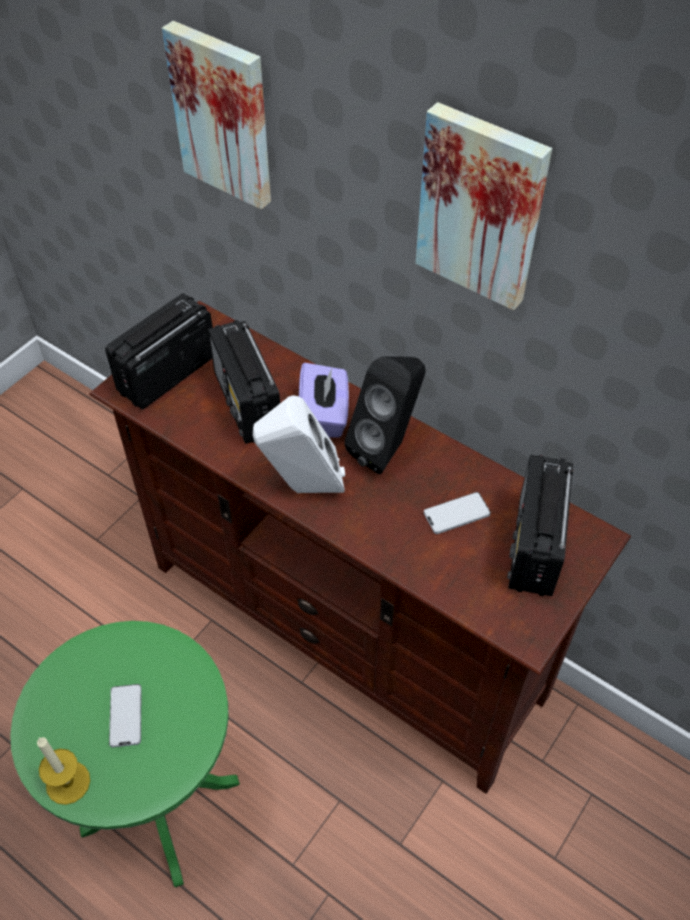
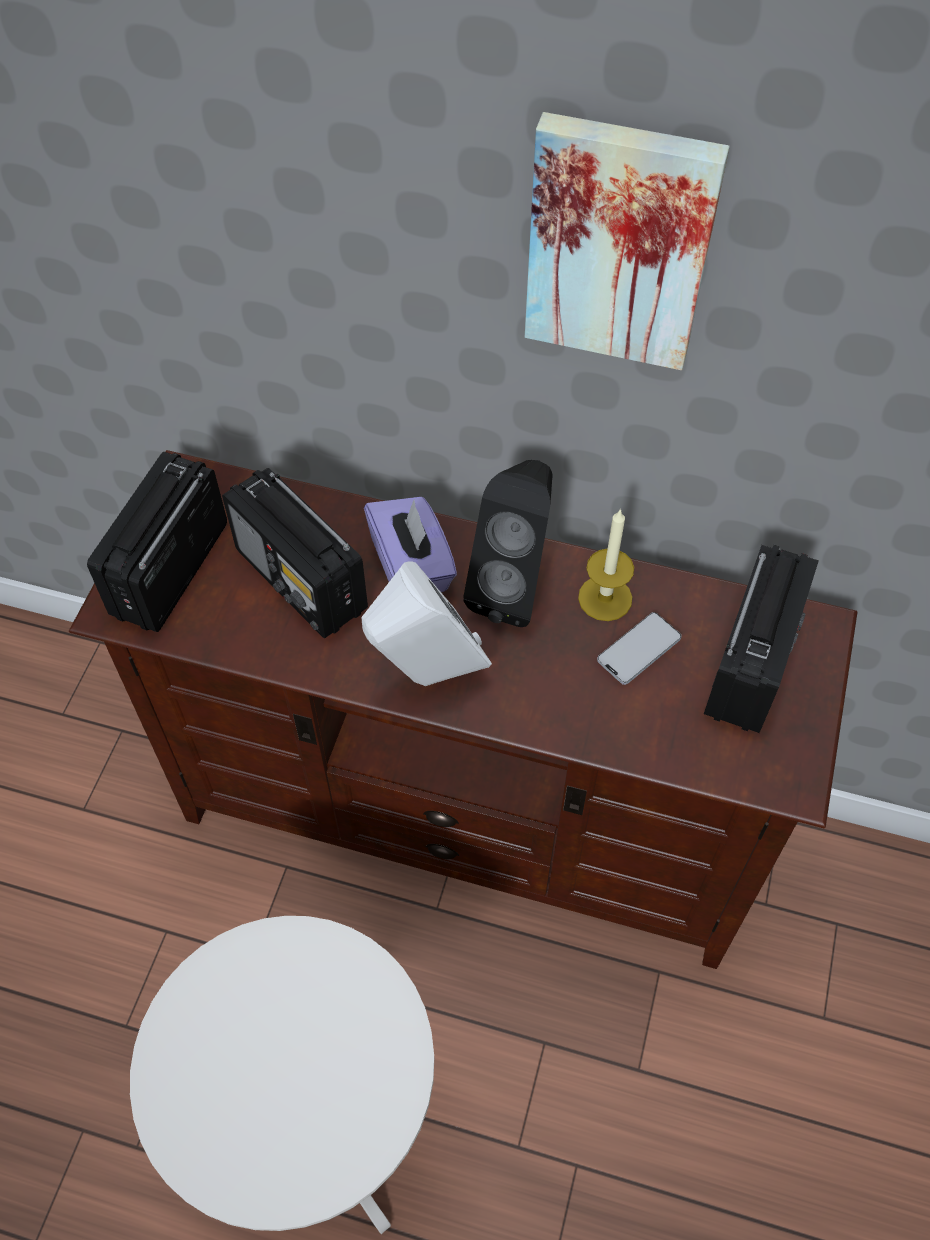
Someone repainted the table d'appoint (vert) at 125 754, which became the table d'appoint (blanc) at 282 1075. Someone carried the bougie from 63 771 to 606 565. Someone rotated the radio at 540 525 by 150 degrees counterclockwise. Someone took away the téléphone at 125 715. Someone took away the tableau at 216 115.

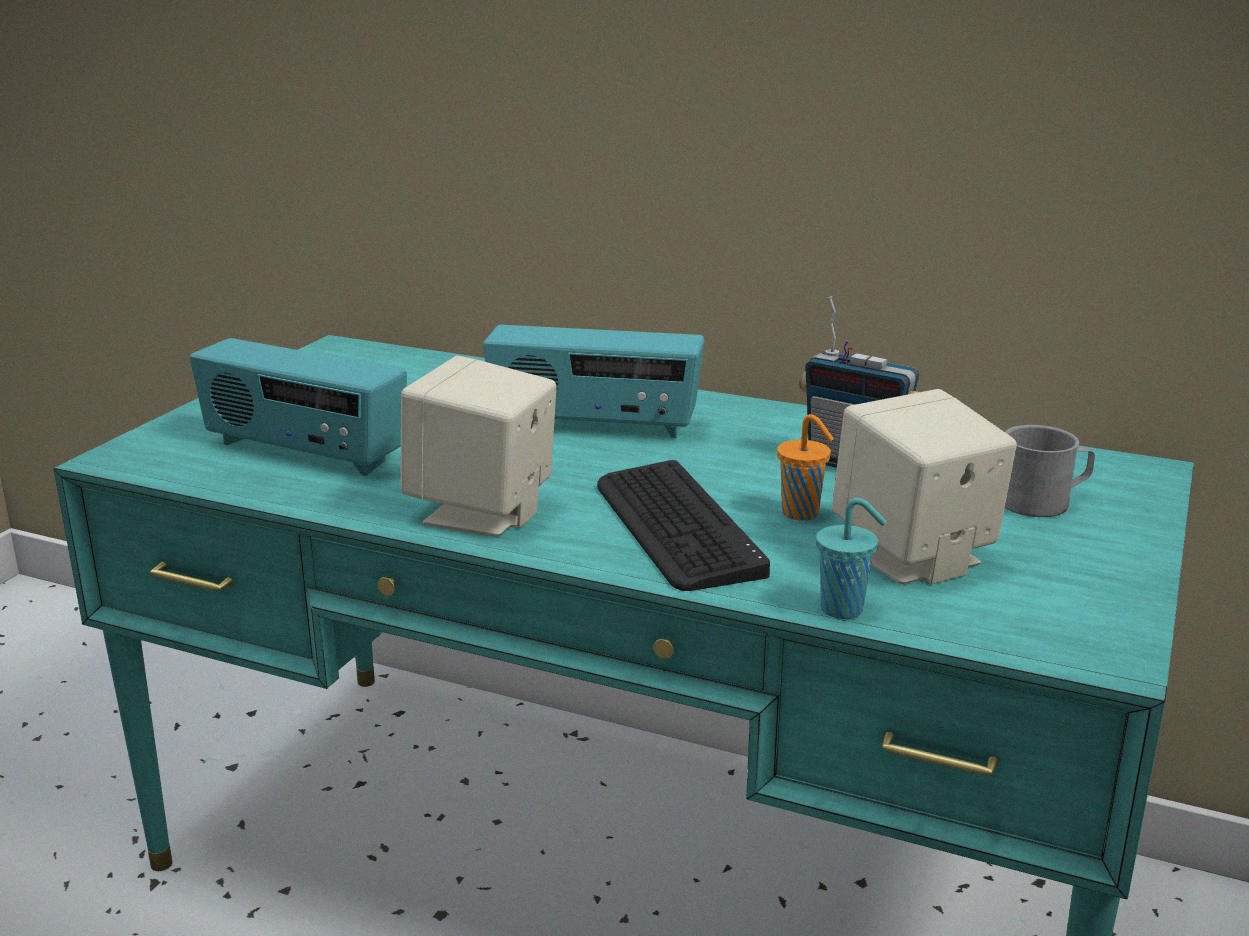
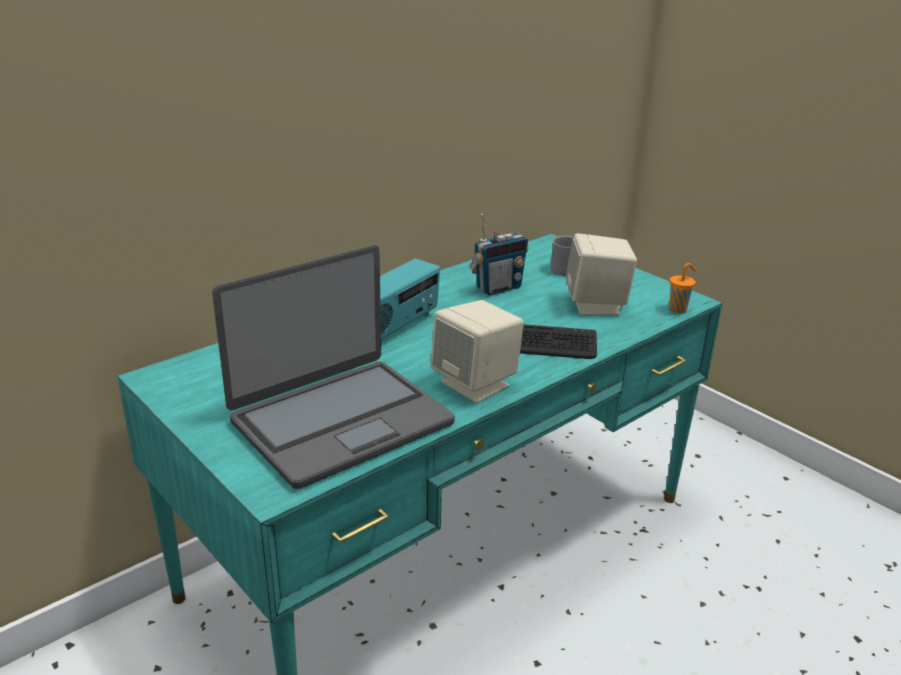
Someone swapped the radio at 298 407 for the ordinateur portable at 333 367. Someone carried the tasse (orange) from 805 467 to 682 288. Someone took away the tasse (turquoise) at 851 558.

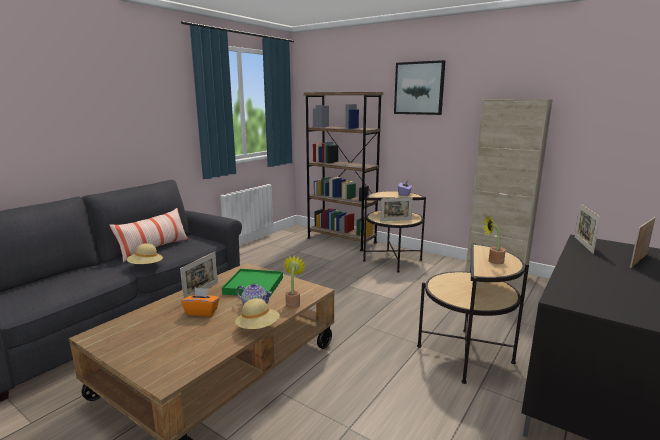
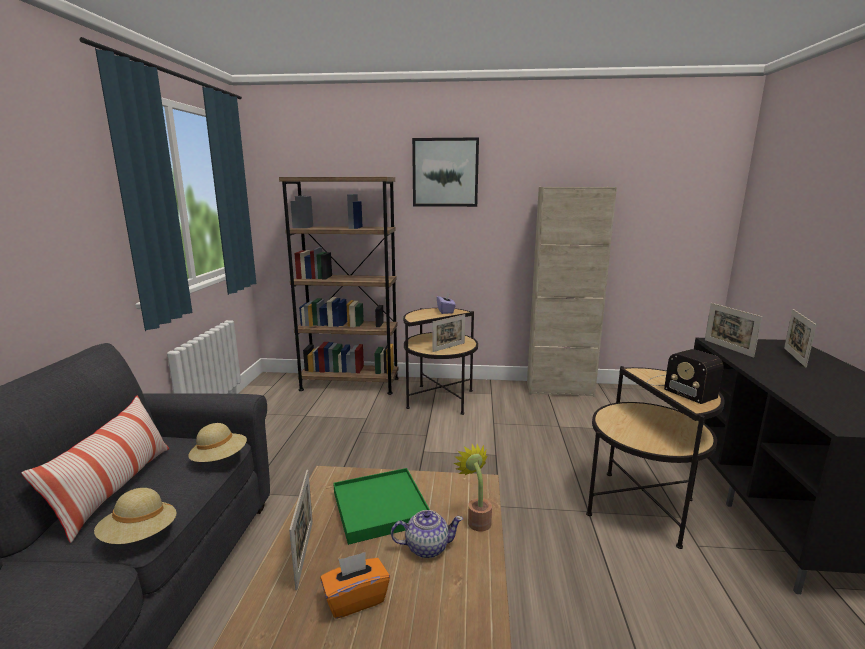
Someone carried the chapeau (beige) from 257 313 to 217 442. Someone swapped the plante en pot at 494 239 for the radio at 685 376.

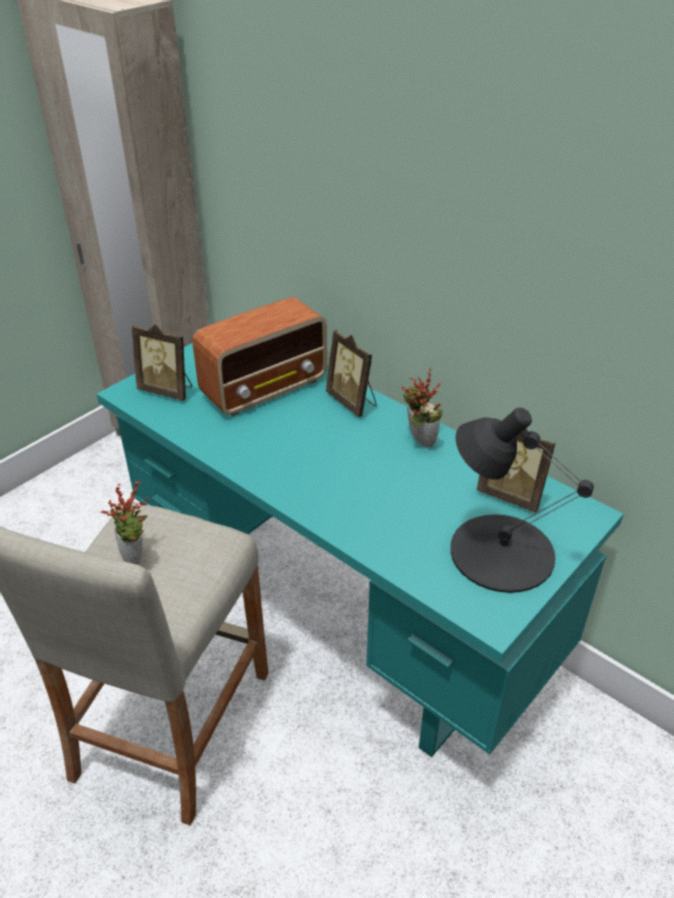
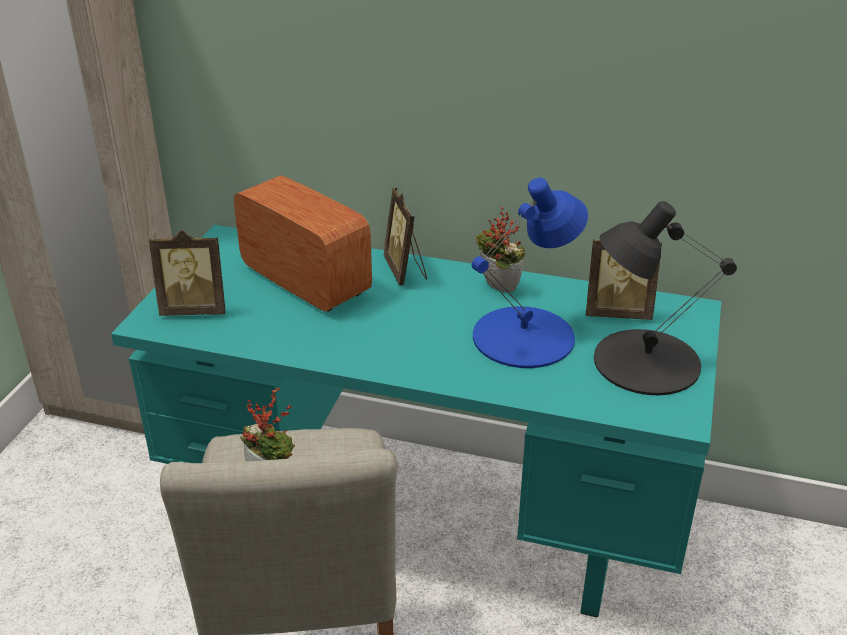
Someone rotated the radio at 260 356 by 75 degrees counterclockwise. Someone rotated the cadre photo at 351 373 by 45 degrees clockwise. Someone put down the lampe de table (bleu) at 530 273.

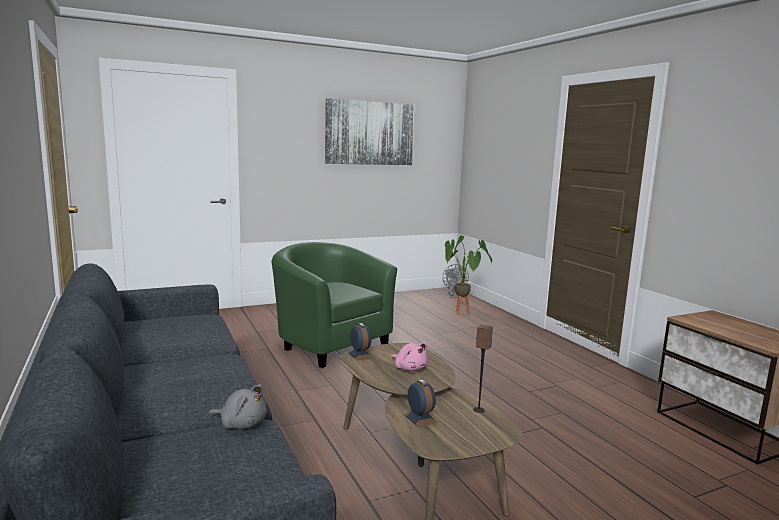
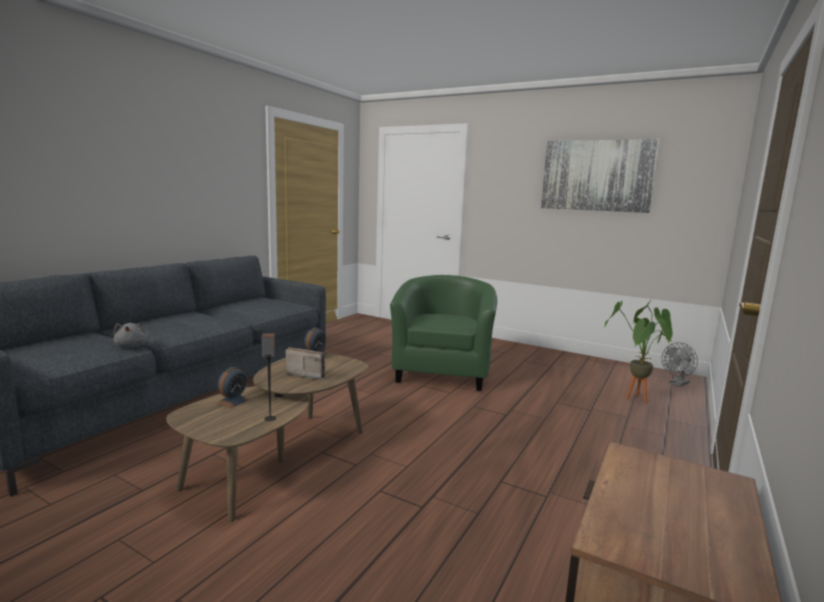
Someone swapped the peluche (rose) at 409 356 for the radio at 305 363.

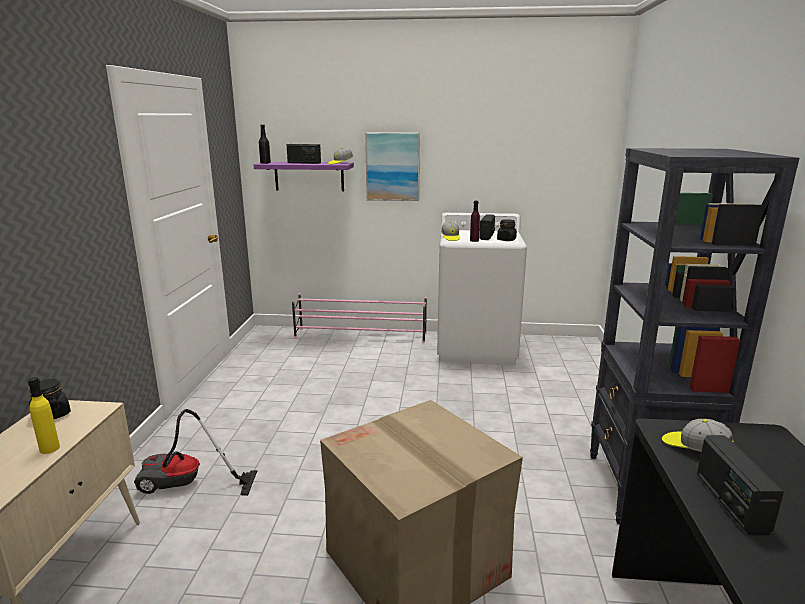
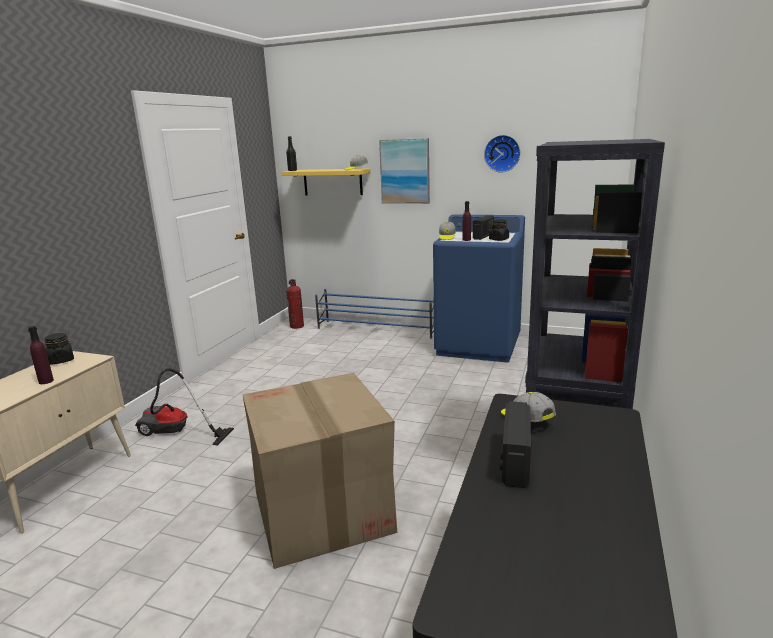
Someone repainted the bouteille (jaune) at 44 415, which became the bouteille (violet) at 41 355. Someone repainted the étagère (violet) at 304 176, which became the étagère (jaune) at 326 181. Someone put down the extincteur at 295 304. Someone repainted the étagère à chaussures (rose) at 359 318, which became the étagère à chaussures (bleu) at 374 314. Someone repainted the lave-linge (blanc) at 482 289, which became the lave-linge (bleu) at 479 288. Someone put up the horloge murale at 502 154. Someone took away the radio at 303 154.

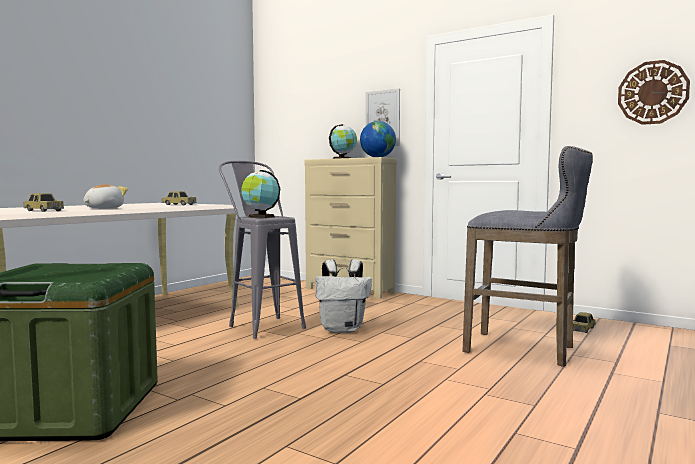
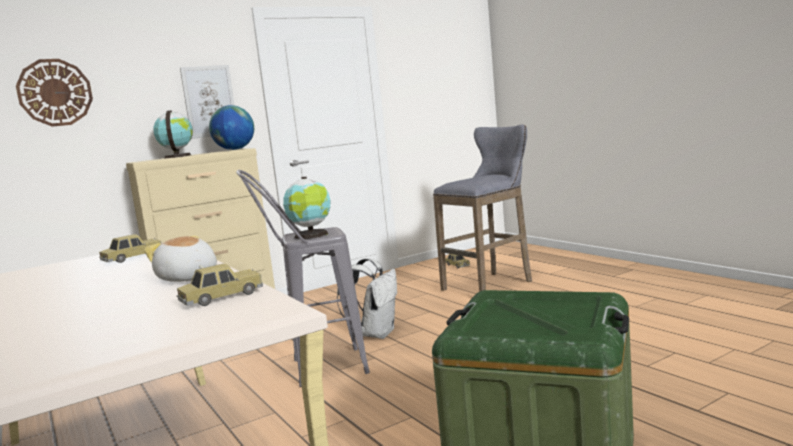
Someone carried the horloge murale from 654 92 to 54 93.

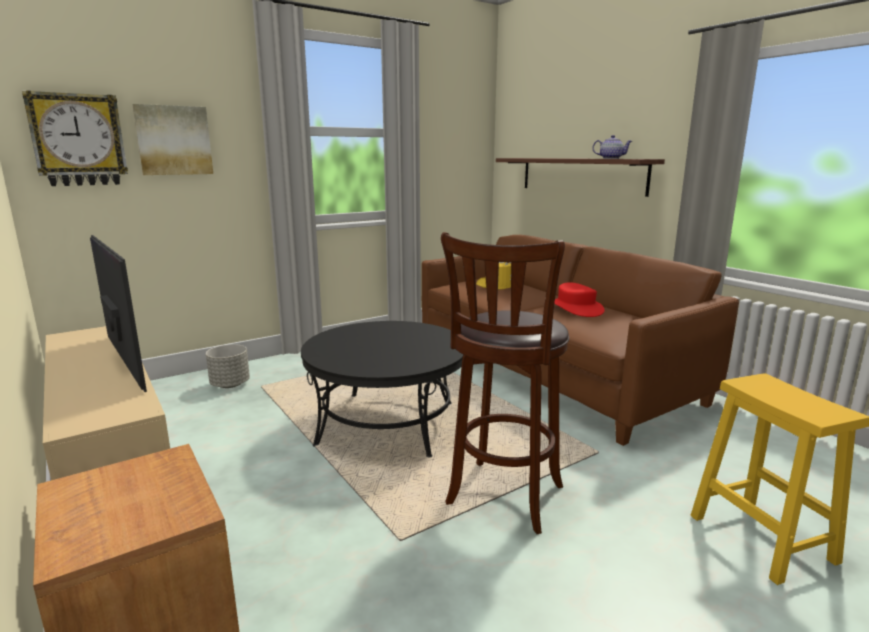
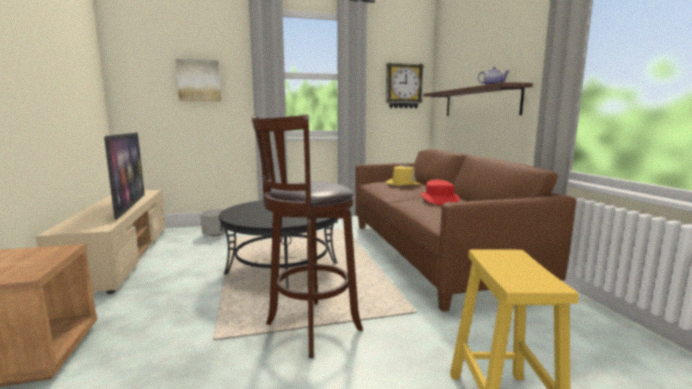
Someone carried the horloge murale from 75 138 to 405 85.

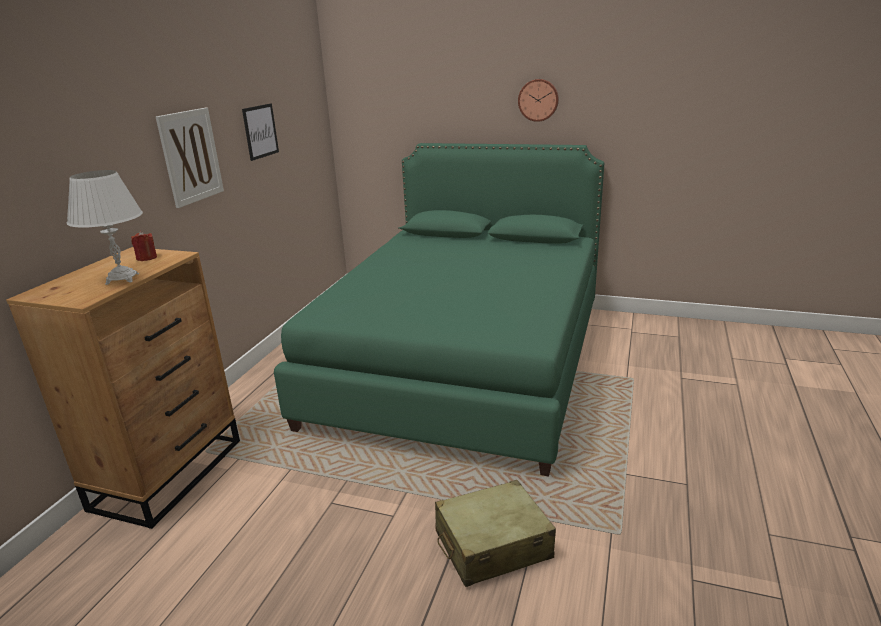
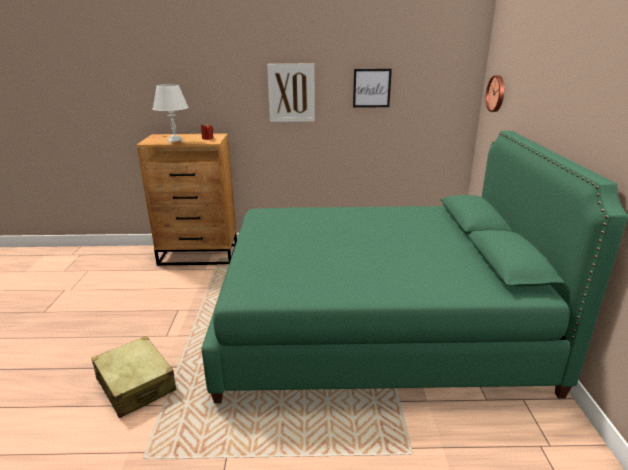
Someone carried the horloge murale from 538 100 to 495 93.

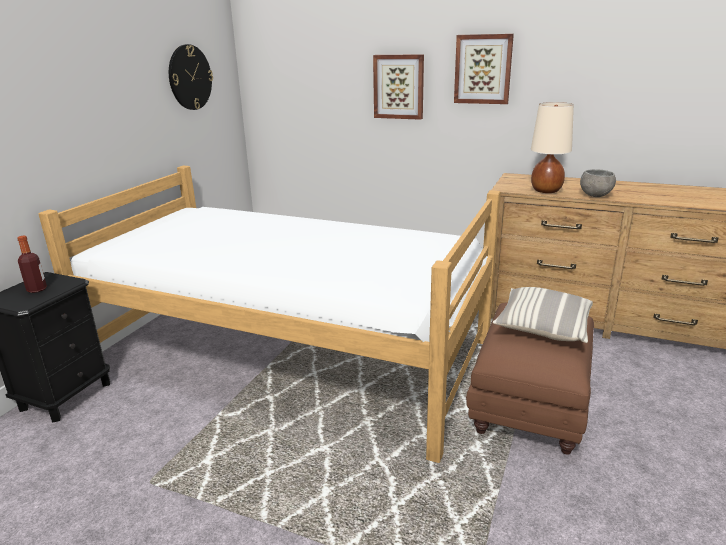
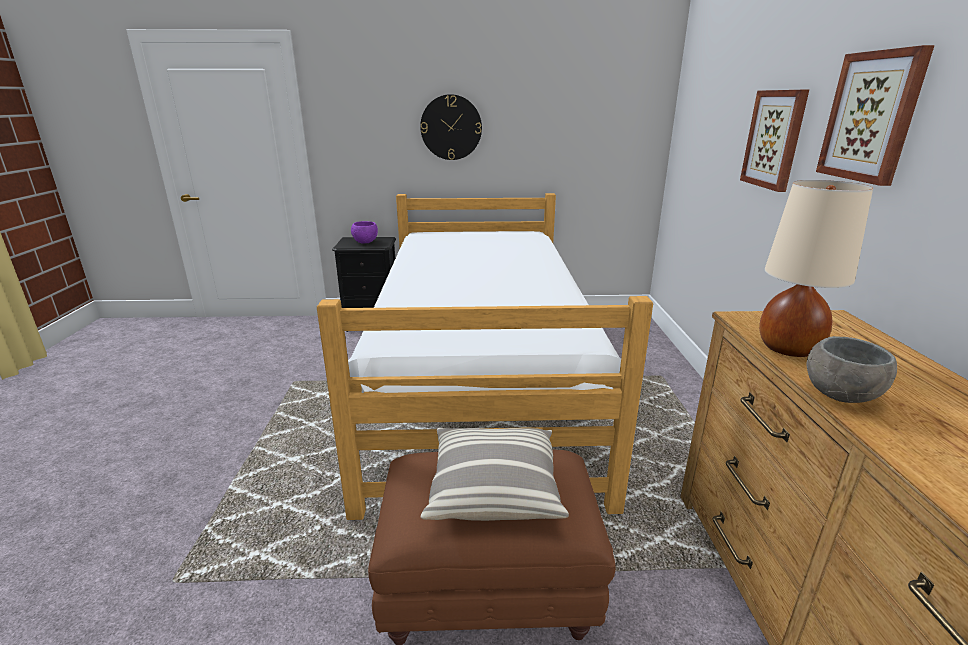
Someone swapped the bouteille at 32 264 for the bol (violet) at 364 232. Someone carried the horloge murale from 191 77 to 451 127.

